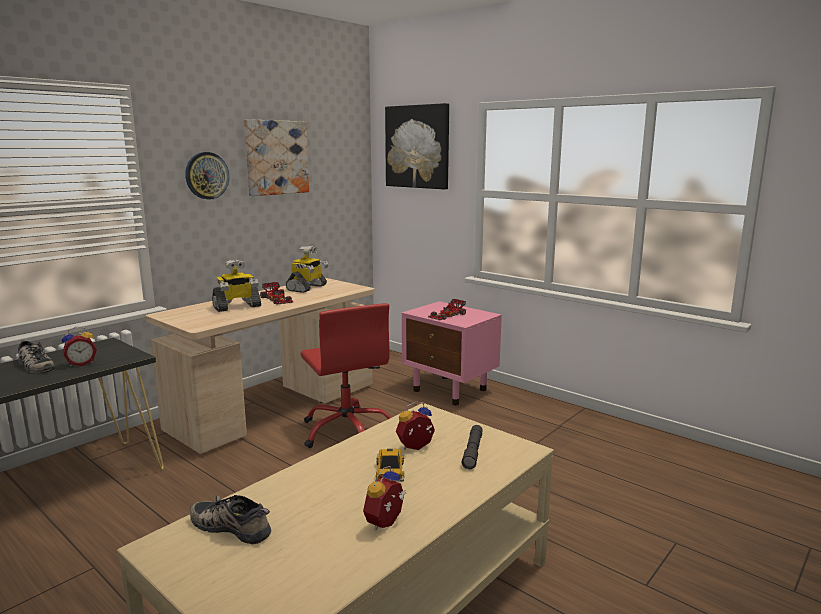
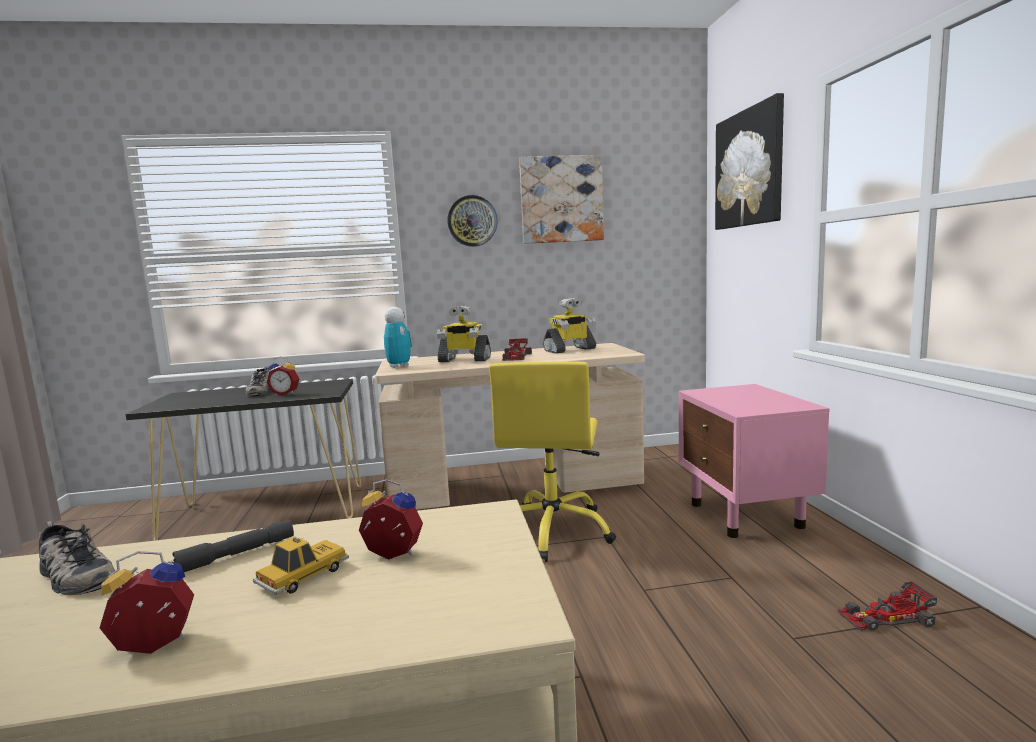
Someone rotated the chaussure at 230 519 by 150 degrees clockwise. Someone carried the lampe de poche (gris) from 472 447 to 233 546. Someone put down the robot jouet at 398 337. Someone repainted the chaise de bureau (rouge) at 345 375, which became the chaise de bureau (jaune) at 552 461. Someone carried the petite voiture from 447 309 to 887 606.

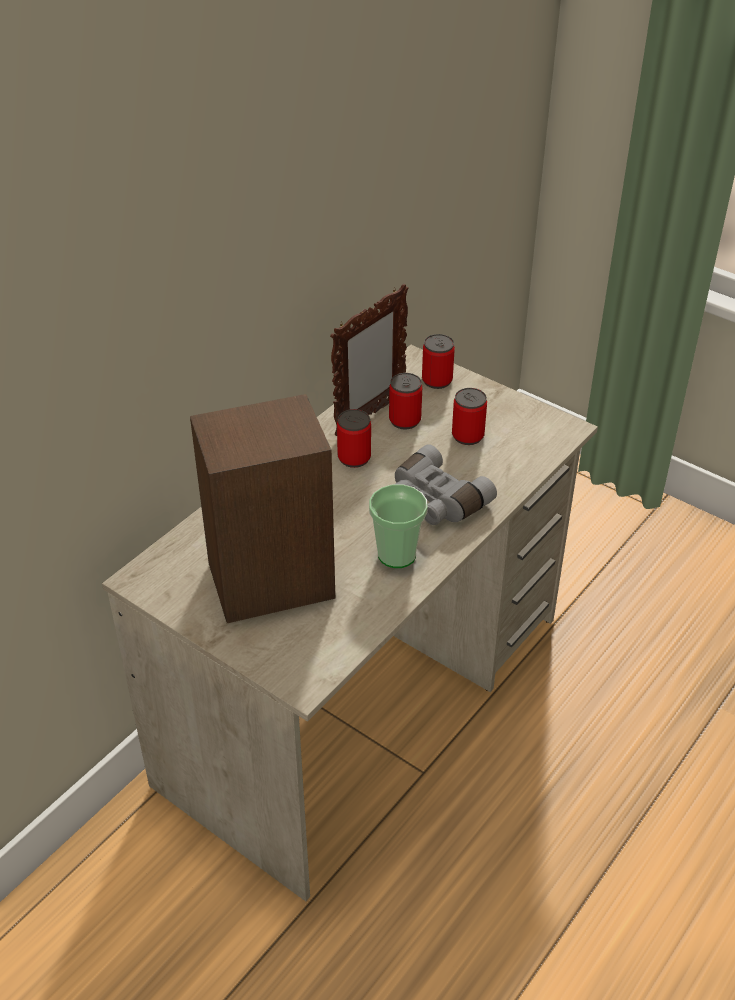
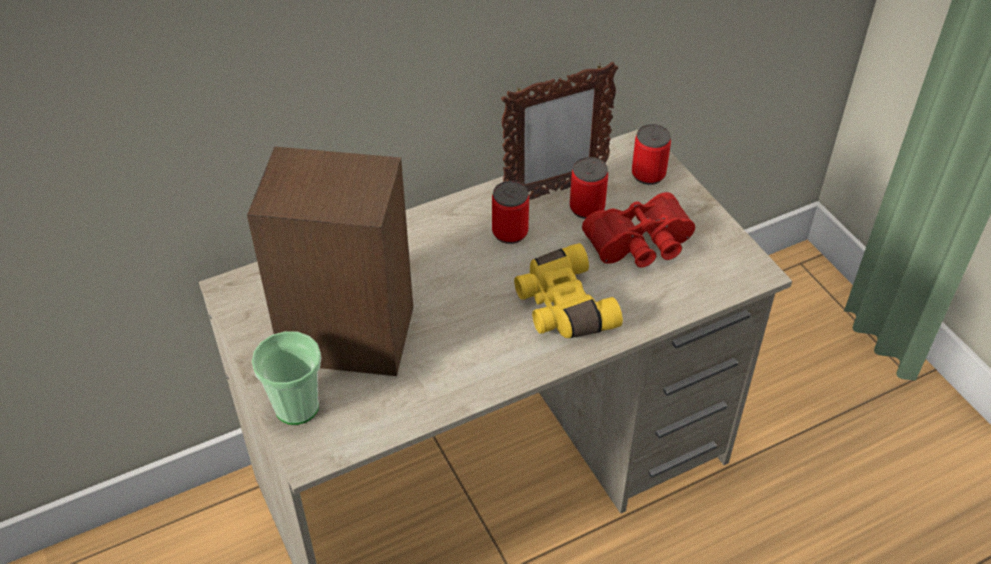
Someone carried the tasse from 398 526 to 286 378. Someone repainted the jumelles (gris) at 446 484, which became the jumelles (jaune) at 568 290. Someone swapped the boîte métallique at 469 416 for the jumelles (rouge) at 638 230.

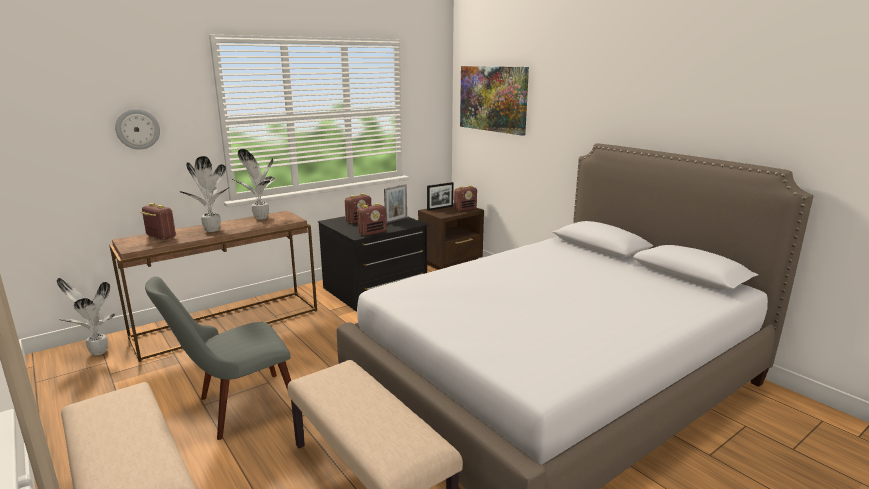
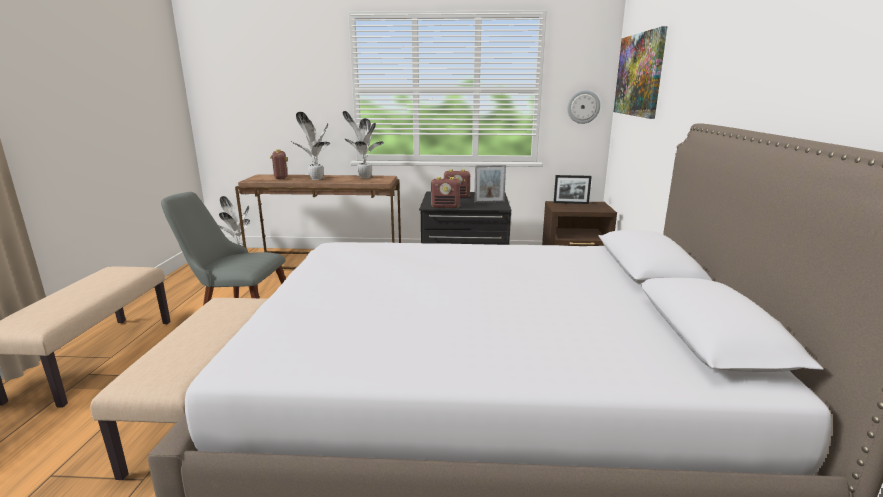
Someone carried the horloge murale from 137 129 to 583 107. Someone took away the radio at 465 198.

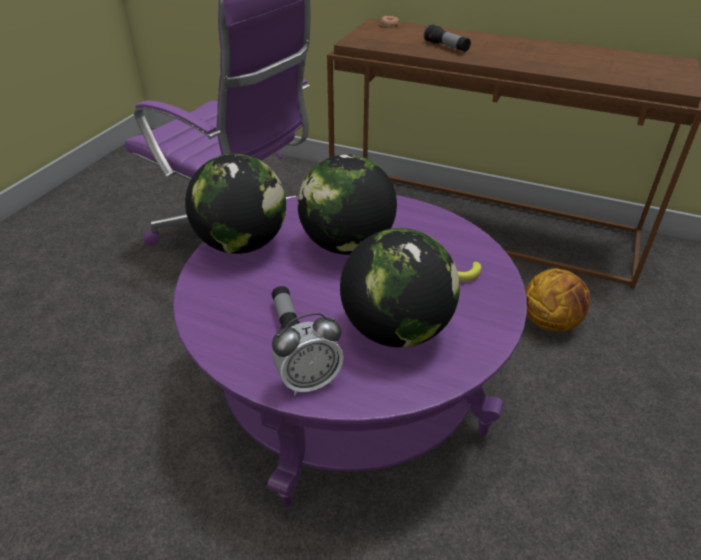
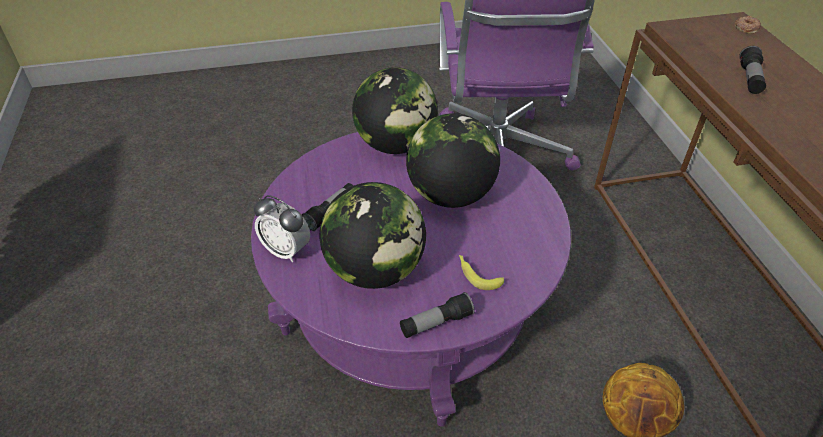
Someone put down the lampe de poche at 437 315.

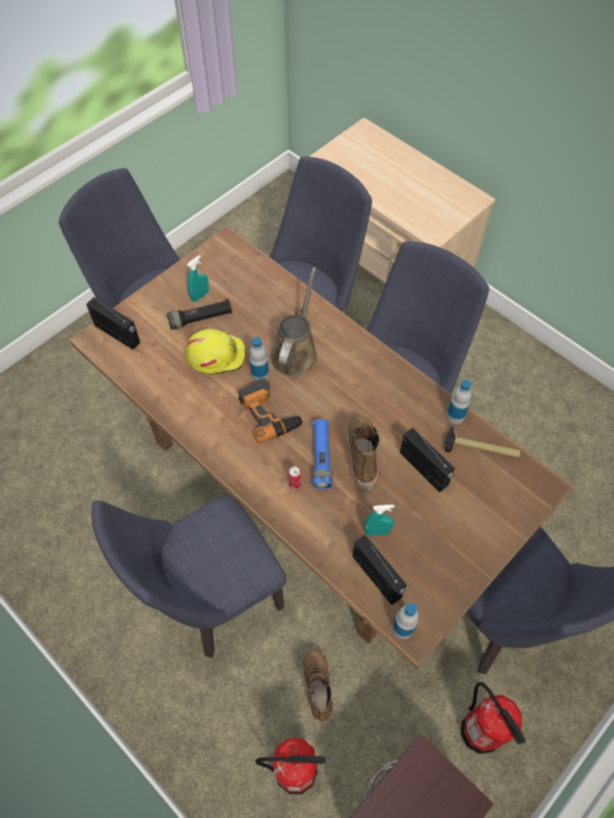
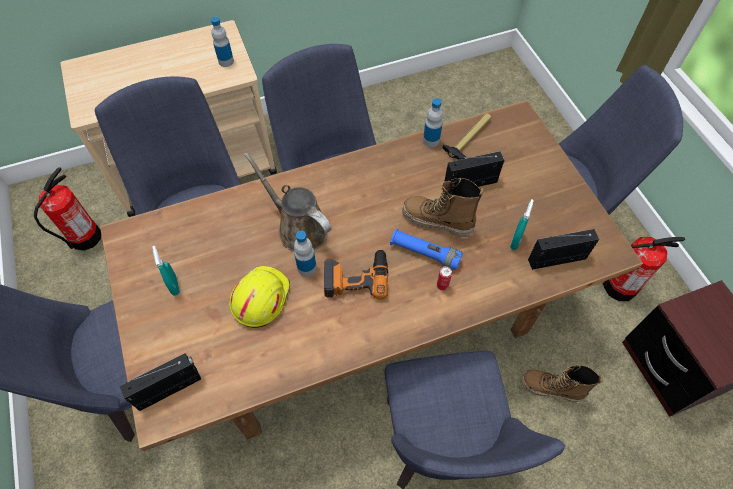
Someone carried the extincteur from 290 766 to 67 209. Someone carried the bouteille from 405 621 to 222 42. Someone took away the lampe de poche (noir) at 199 314.

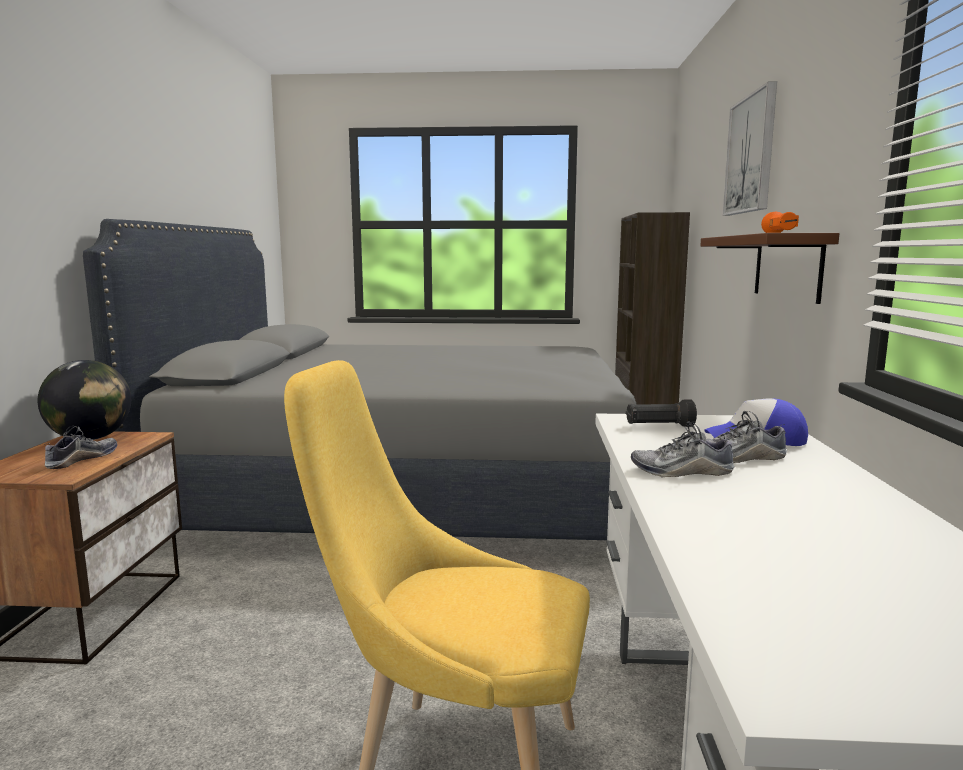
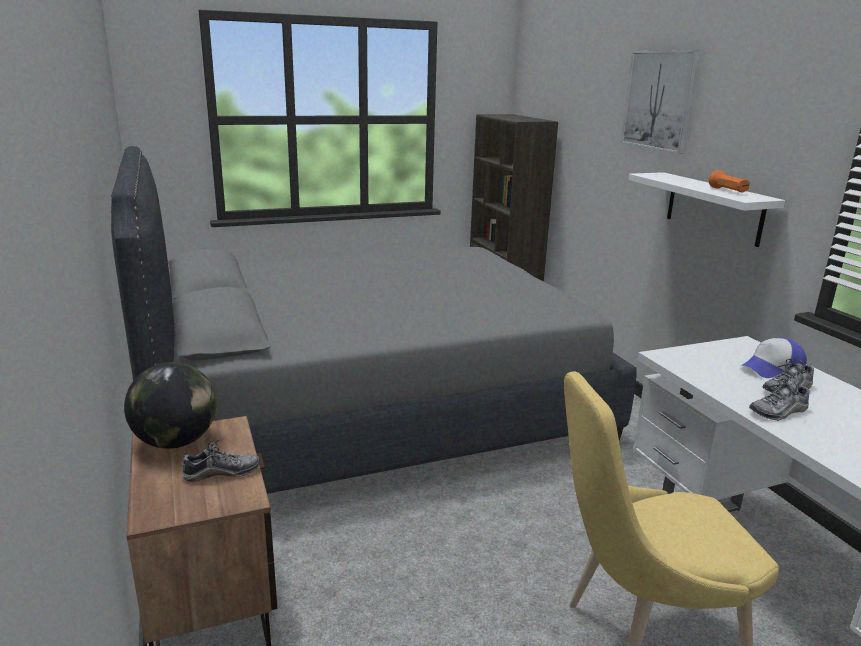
Someone rotated the chaussure at 80 447 by 75 degrees clockwise. Someone repainted the étagère (marron) at 769 268, which became the étagère (blanc) at 707 209. Someone took away the lampe de poche (noir) at 661 413.

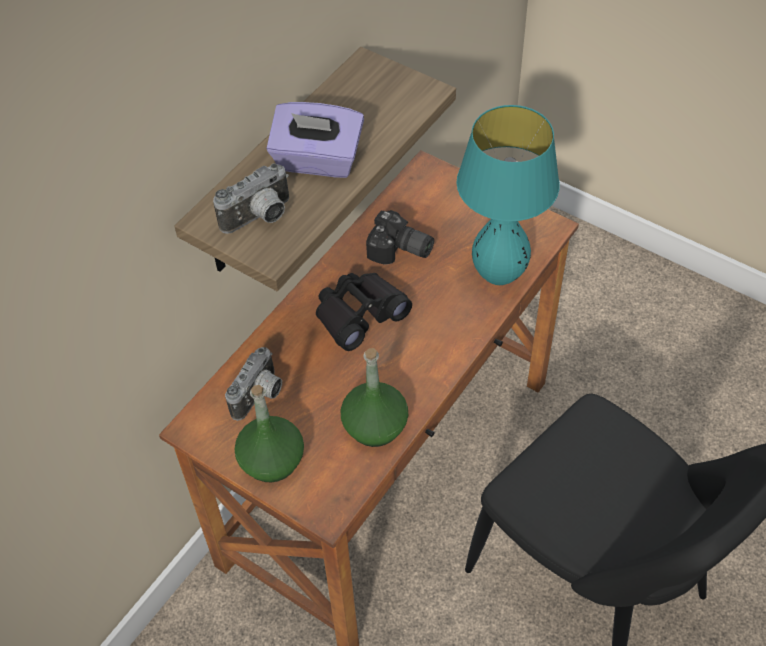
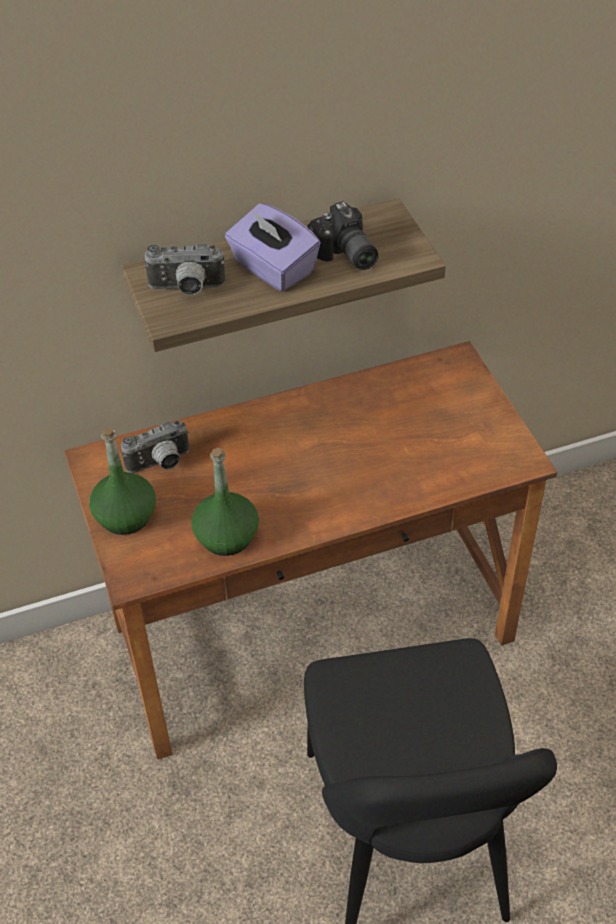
Someone carried the appareil photo from 400 237 to 343 235. Someone took away the jumelles (noir) at 364 312. Someone took away the lampe de table (turquoise) at 508 195.

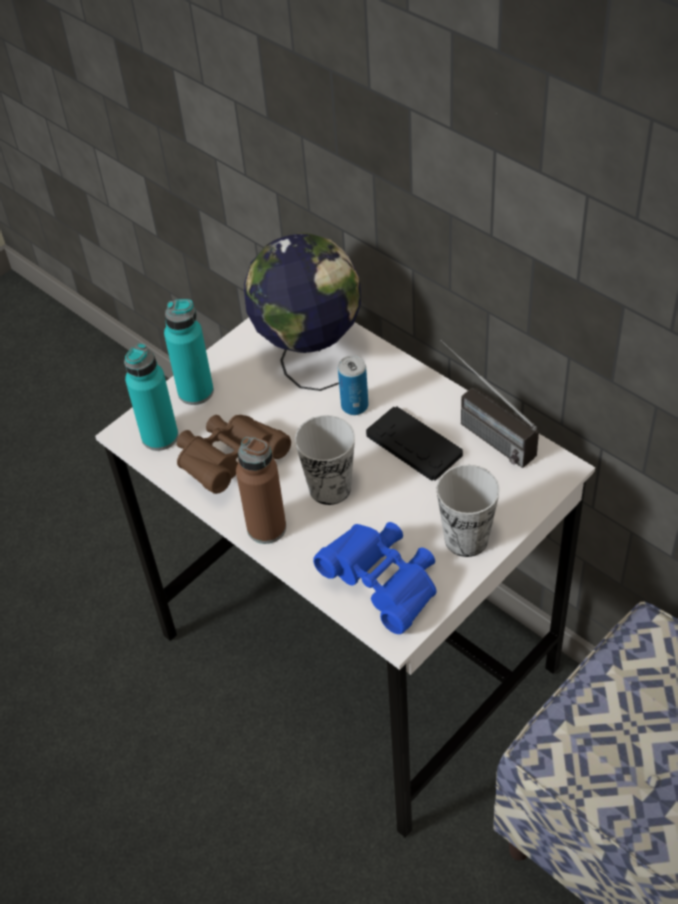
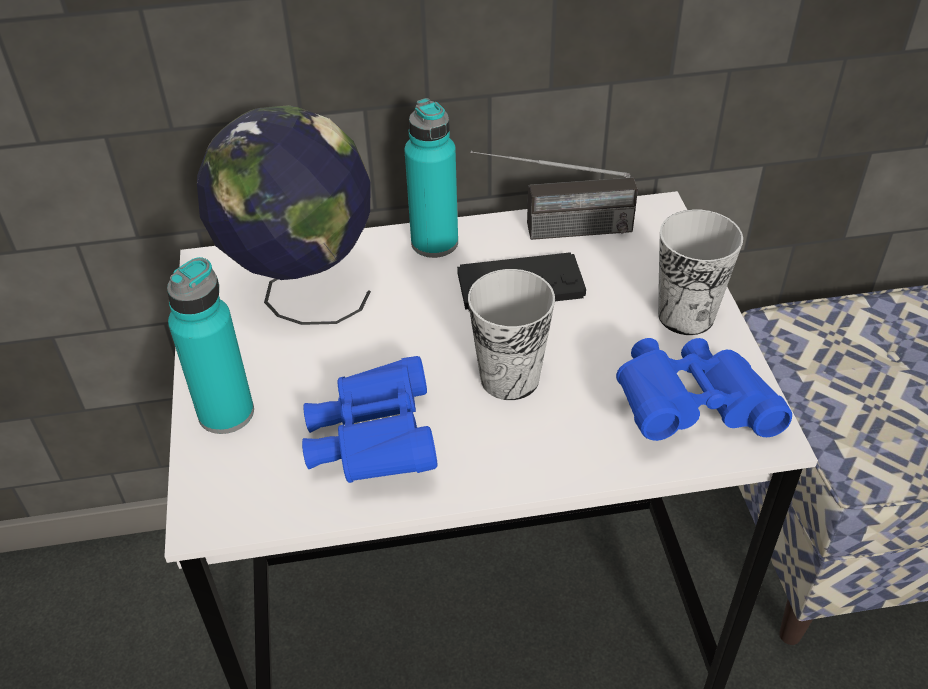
Someone repainted the jumelles (marron) at 234 454, which became the jumelles (bleu) at 369 419. Someone carried the bouteille (turquoise) from 151 397 to 431 178. Someone took away the bouteille (marron) at 261 490. Someone took away the boîte métallique at 353 385.

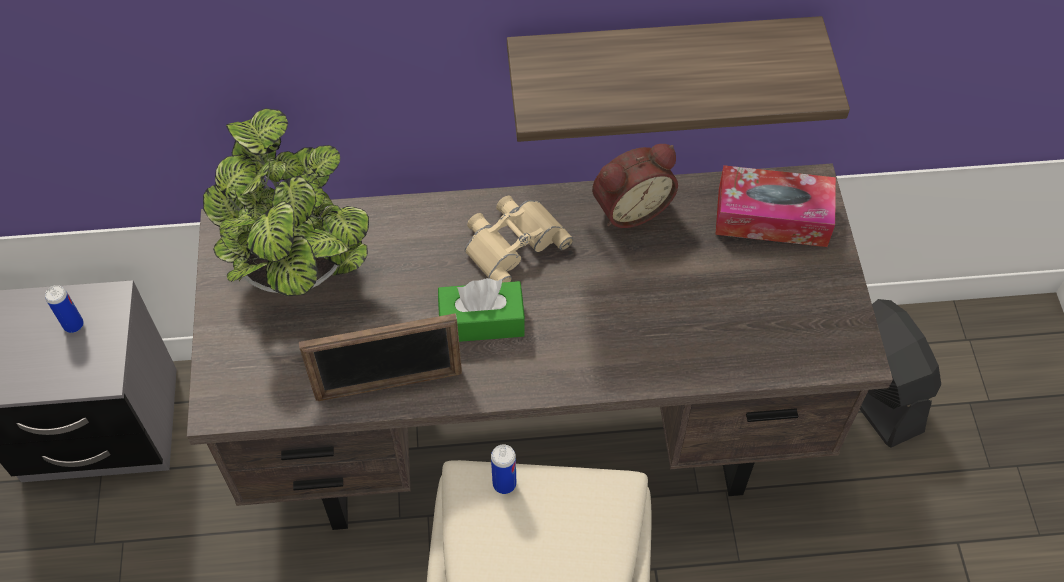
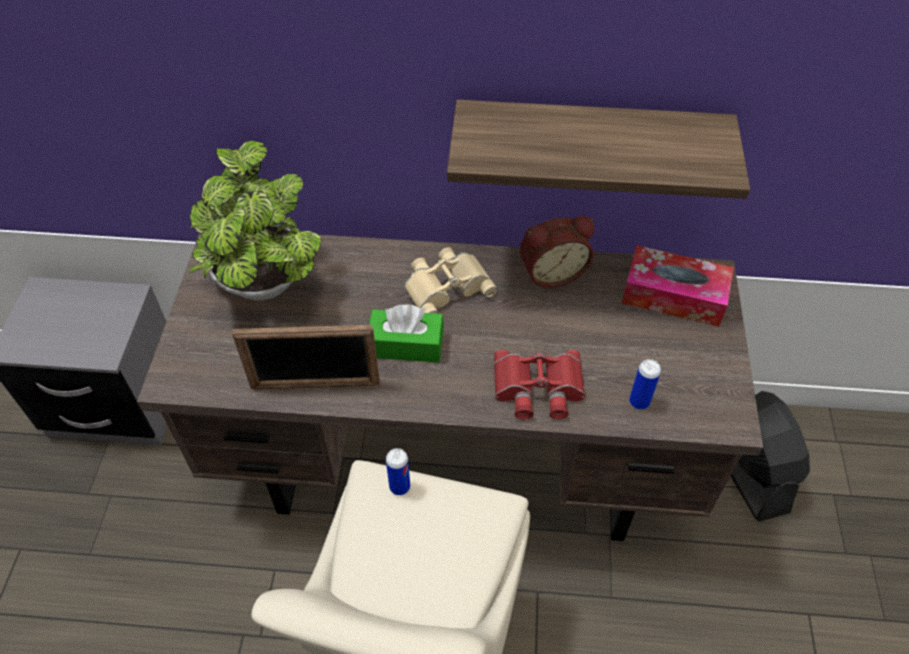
Someone put down the jumelles (rouge) at 539 385. Someone carried the boîte métallique from 64 309 to 645 384.

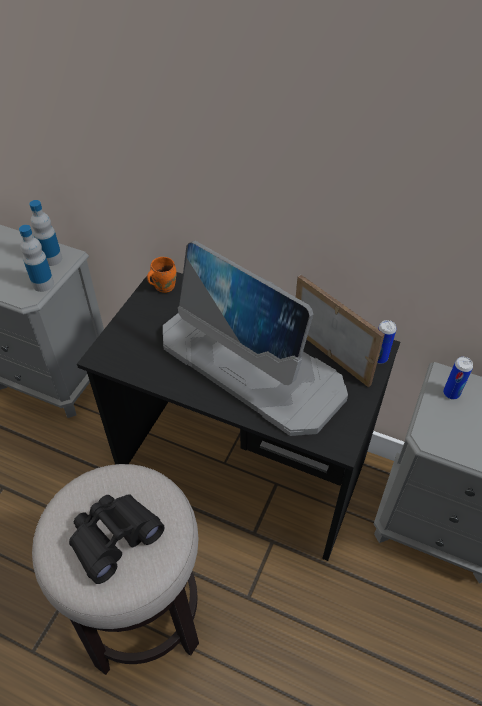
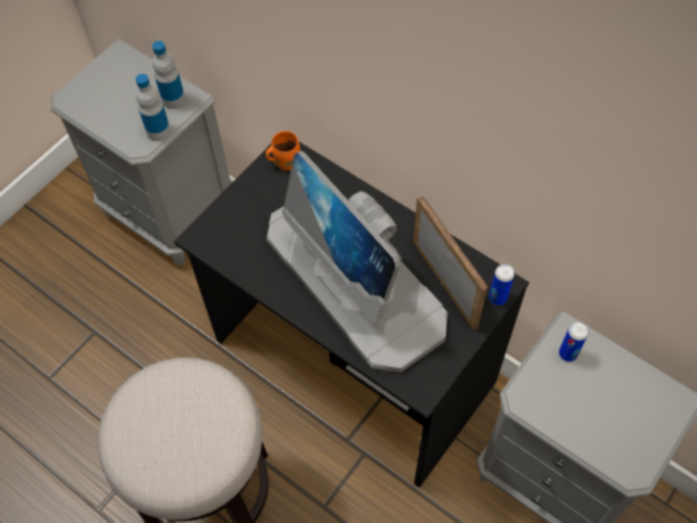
Someone took away the jumelles (noir) at 116 539.

